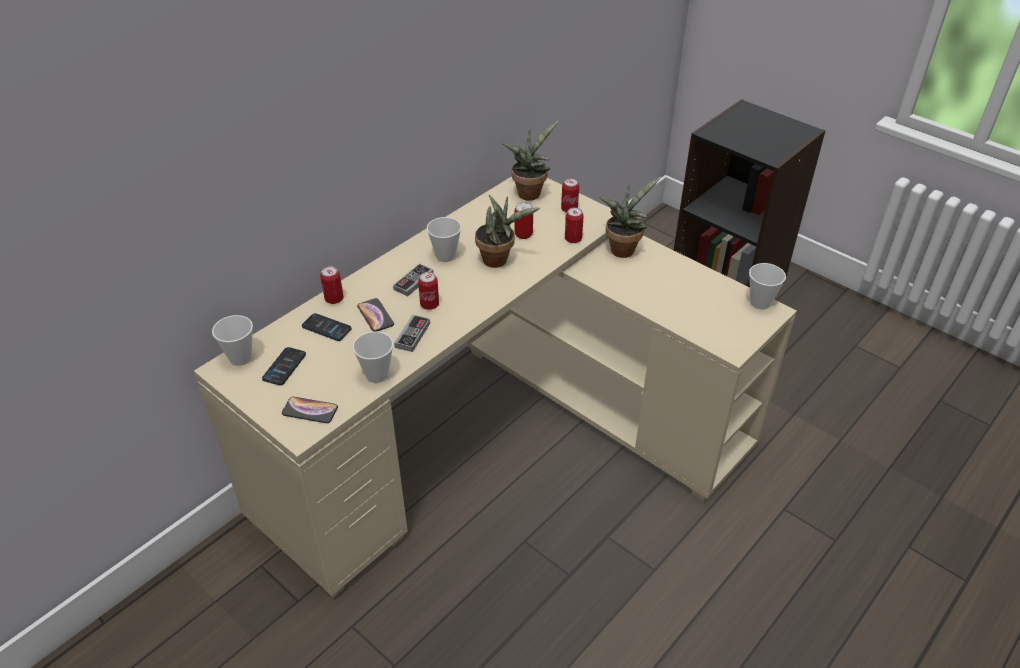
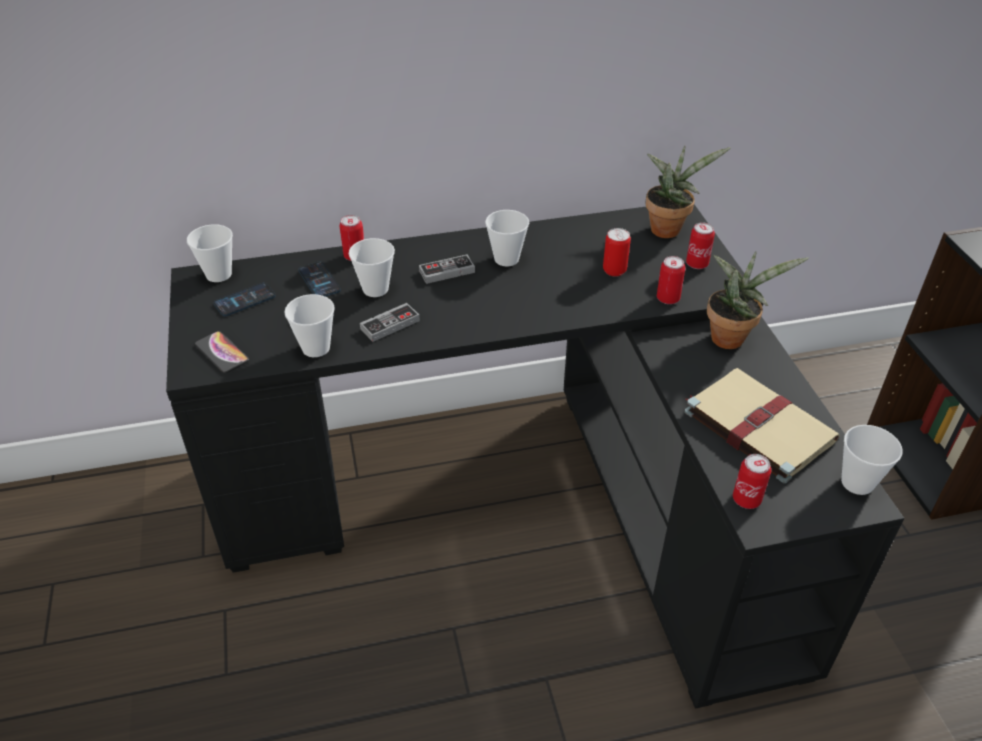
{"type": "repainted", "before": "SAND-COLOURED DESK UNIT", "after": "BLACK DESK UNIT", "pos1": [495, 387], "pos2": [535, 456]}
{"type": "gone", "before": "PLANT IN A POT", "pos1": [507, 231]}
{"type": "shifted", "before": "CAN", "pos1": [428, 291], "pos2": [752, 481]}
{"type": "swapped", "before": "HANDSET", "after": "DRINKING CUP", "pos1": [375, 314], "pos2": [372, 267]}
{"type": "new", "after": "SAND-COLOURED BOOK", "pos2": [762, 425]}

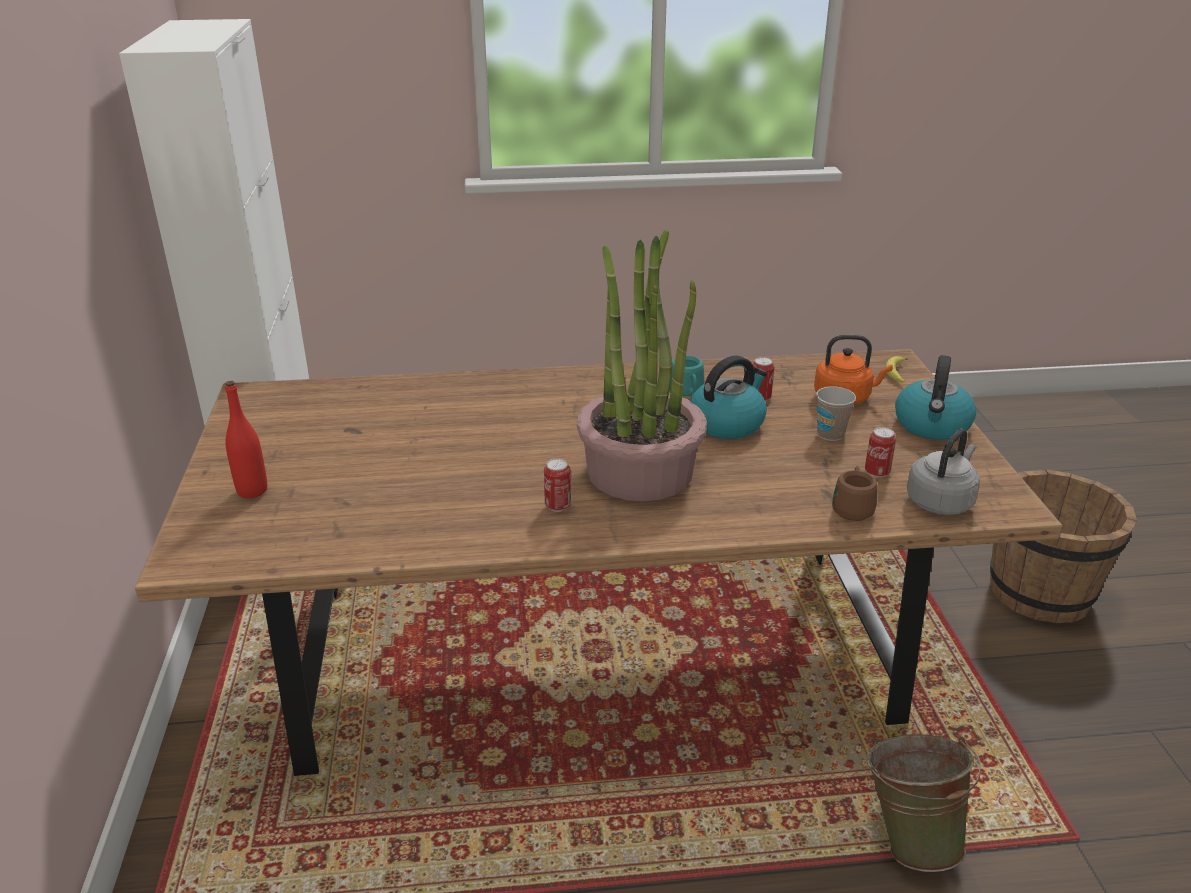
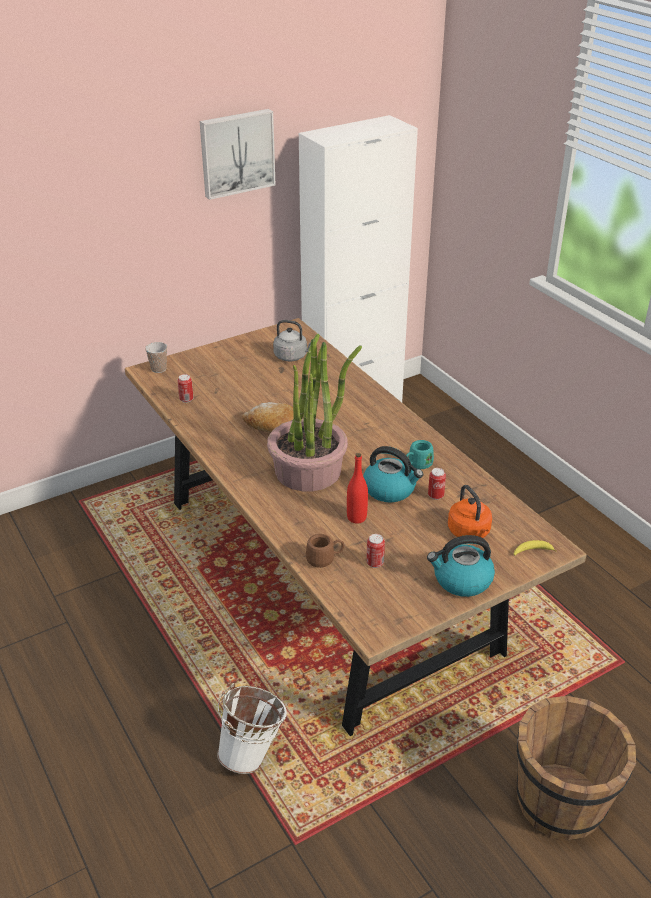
{"type": "shifted", "before": "REDDISH BOTTLE", "pos1": [246, 439], "pos2": [357, 488]}
{"type": "shifted", "before": "DRINKING CUP", "pos1": [836, 413], "pos2": [156, 357]}
{"type": "shifted", "before": "GREY TEA KETTLE", "pos1": [943, 471], "pos2": [292, 340]}
{"type": "shifted", "before": "CAN", "pos1": [557, 485], "pos2": [185, 388]}
{"type": "repainted", "before": "GREENISH BUCKET", "after": "WHITE BUCKET", "pos1": [923, 803], "pos2": [252, 728]}
{"type": "new", "after": "WALL PICTURE", "pos2": [238, 154]}
{"type": "new", "after": "BREAD", "pos2": [268, 417]}

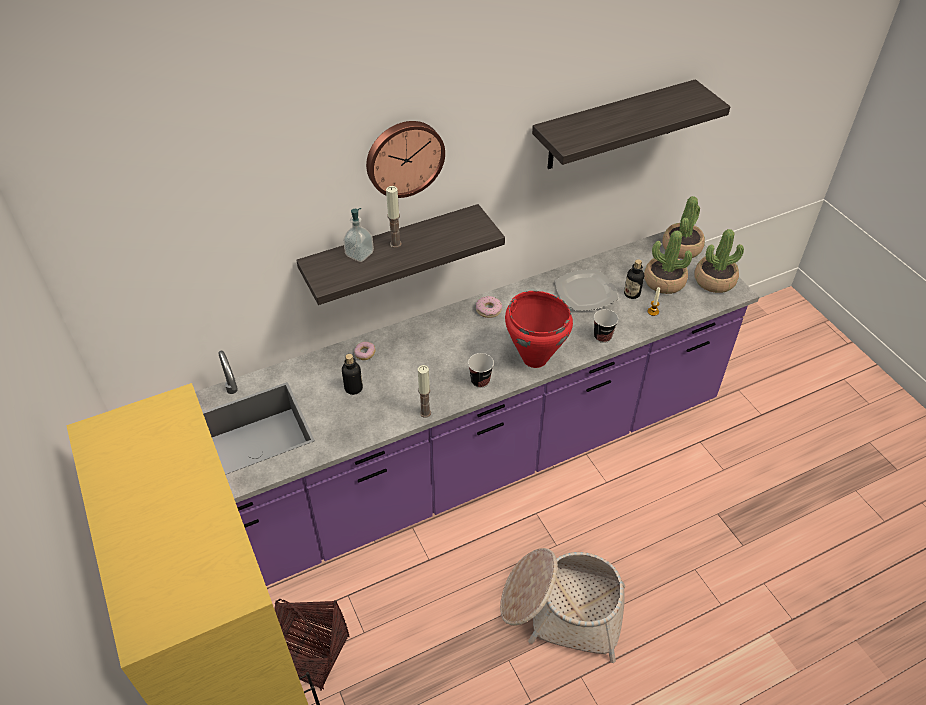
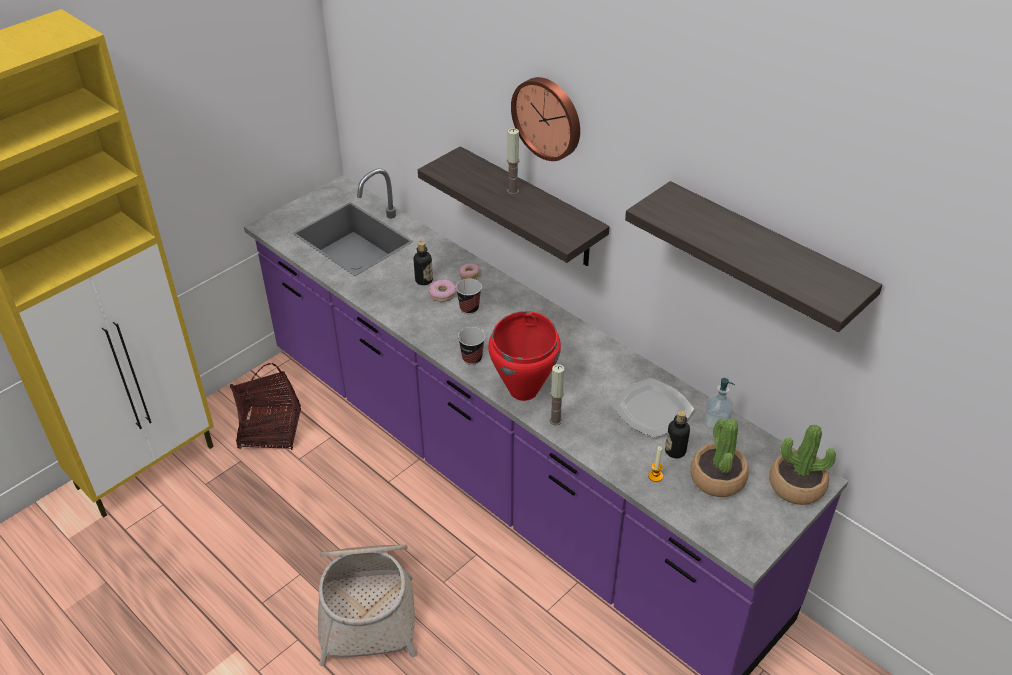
{"type": "shifted", "before": "LIQUID SOAP BOTTLE", "pos1": [358, 235], "pos2": [719, 403]}
{"type": "gone", "before": "PLANT IN A POT", "pos1": [719, 261]}
{"type": "shifted", "before": "DONUT", "pos1": [489, 307], "pos2": [442, 290]}
{"type": "shifted", "before": "DRINKING CUP", "pos1": [606, 326], "pos2": [469, 296]}
{"type": "shifted", "before": "WAX CANDLE", "pos1": [424, 391], "pos2": [557, 394]}

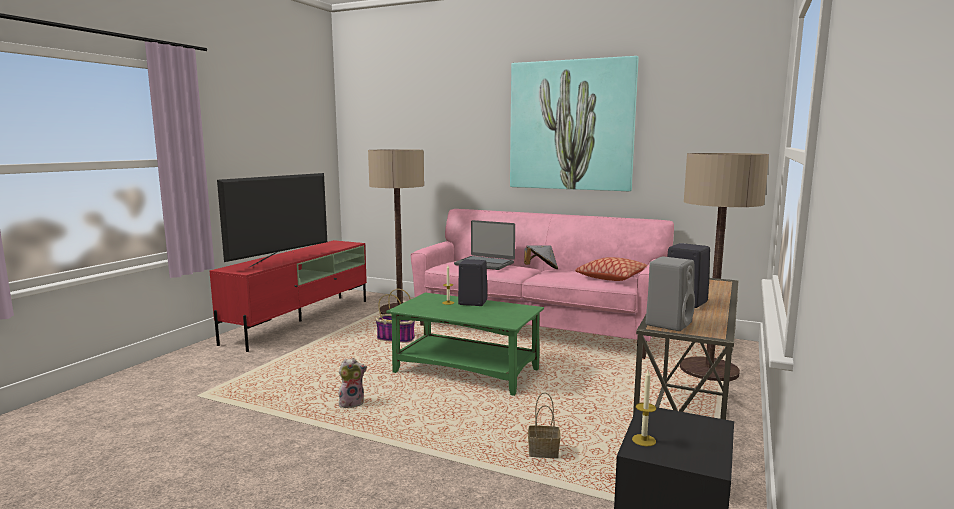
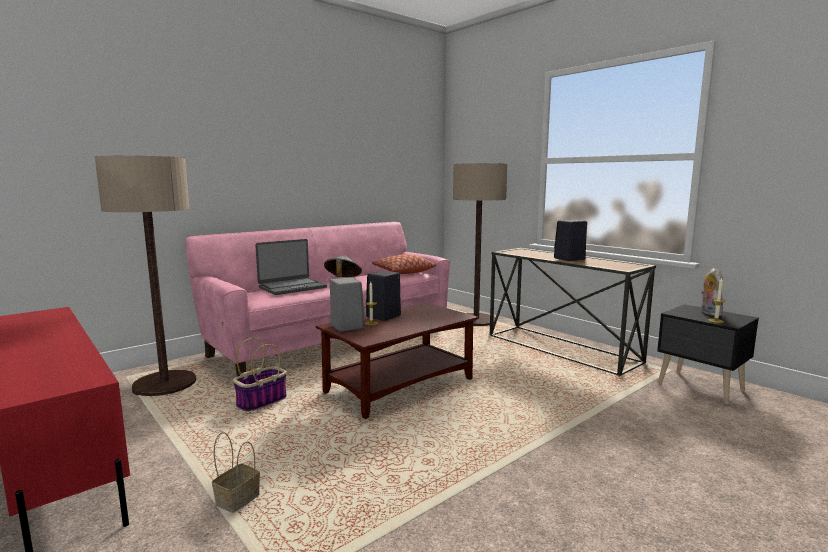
{"type": "gone", "before": "WALL PICTURE", "pos1": [574, 123]}
{"type": "gone", "before": "TV", "pos1": [272, 220]}
{"type": "shifted", "before": "GREY SPEAKER", "pos1": [670, 293], "pos2": [347, 304]}
{"type": "repainted", "before": "GREENISH LOW TABLE", "after": "BROWN-COLOURED LOW TABLE", "pos1": [465, 344], "pos2": [397, 360]}
{"type": "shifted", "before": "SOFT TOY", "pos1": [352, 383], "pos2": [712, 292]}
{"type": "shifted", "before": "STORAGE BASKET", "pos1": [544, 425], "pos2": [236, 472]}

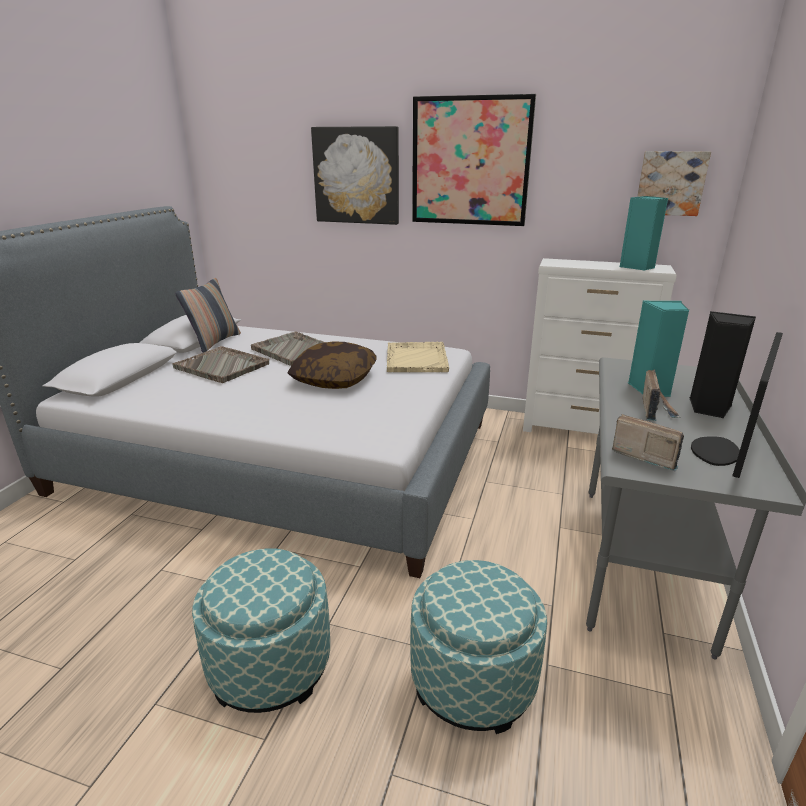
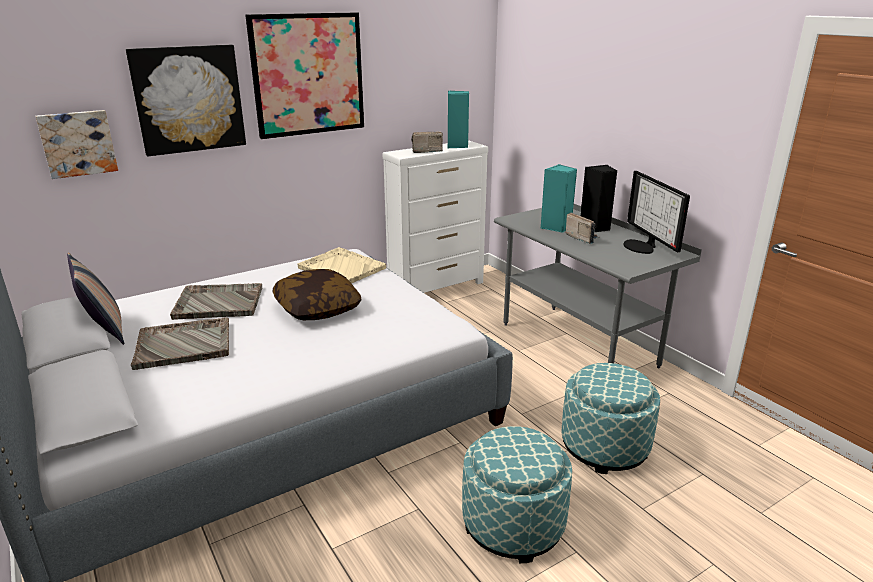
{"type": "shifted", "before": "WALL PICTURE", "pos1": [674, 183], "pos2": [76, 144]}
{"type": "shifted", "before": "RADIO SET", "pos1": [648, 442], "pos2": [427, 142]}

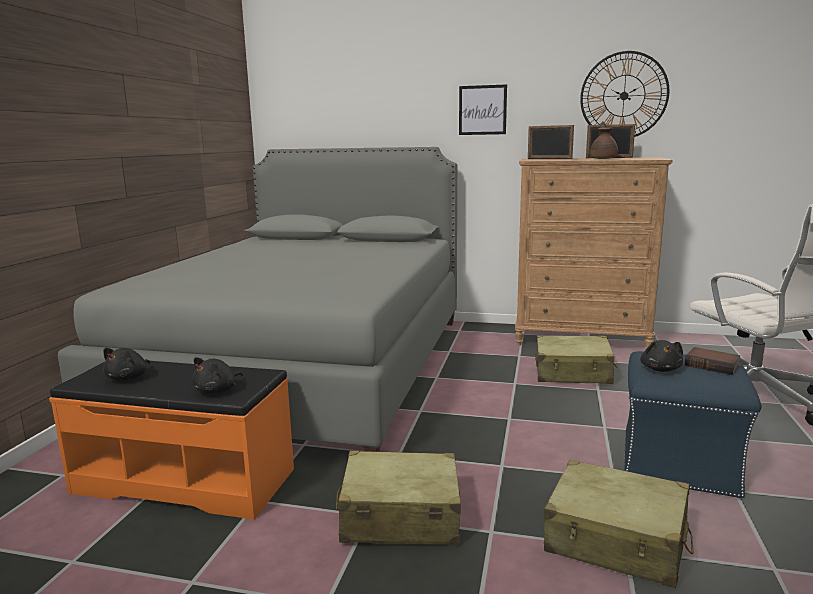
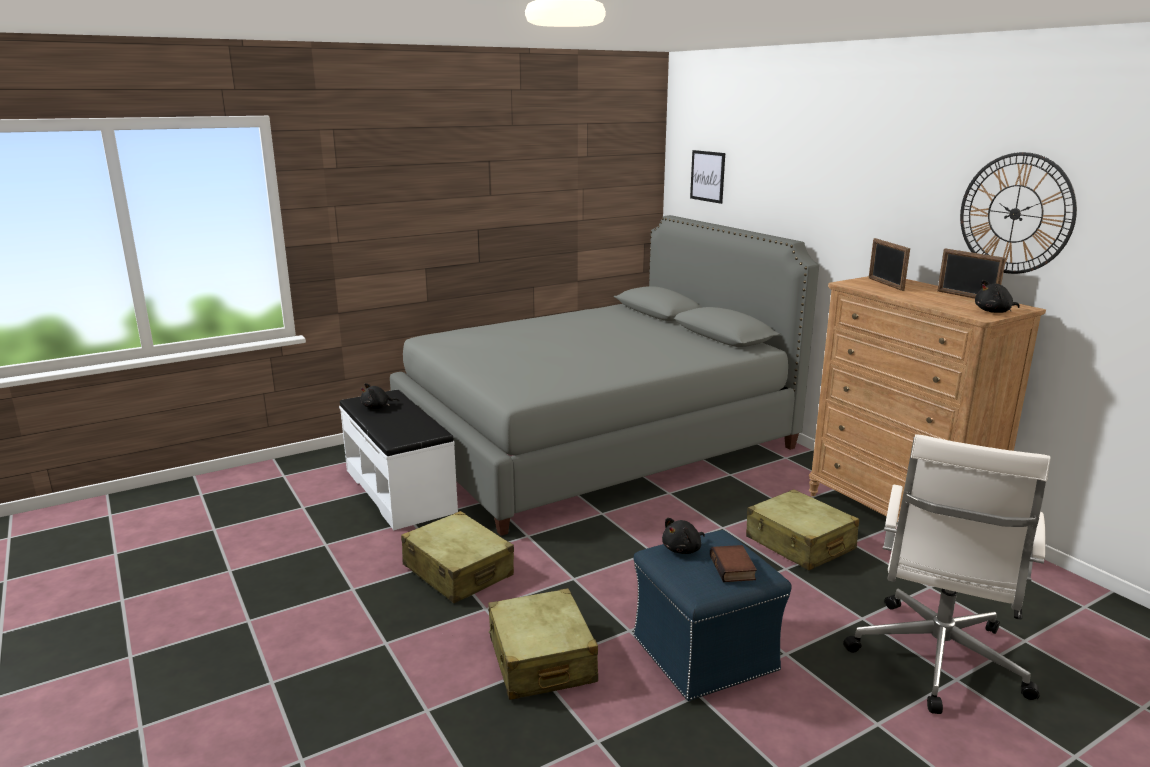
{"type": "shifted", "before": "WALL PICTURE", "pos1": [483, 109], "pos2": [707, 177]}
{"type": "gone", "before": "BROWN-COLOURED TEAPOT", "pos1": [604, 140]}
{"type": "shifted", "before": "BLACK SOFT TOY", "pos1": [217, 375], "pos2": [997, 296]}
{"type": "repainted", "before": "ORANGE INDOOR BENCH", "after": "WHITE INDOOR BENCH", "pos1": [171, 440], "pos2": [398, 460]}

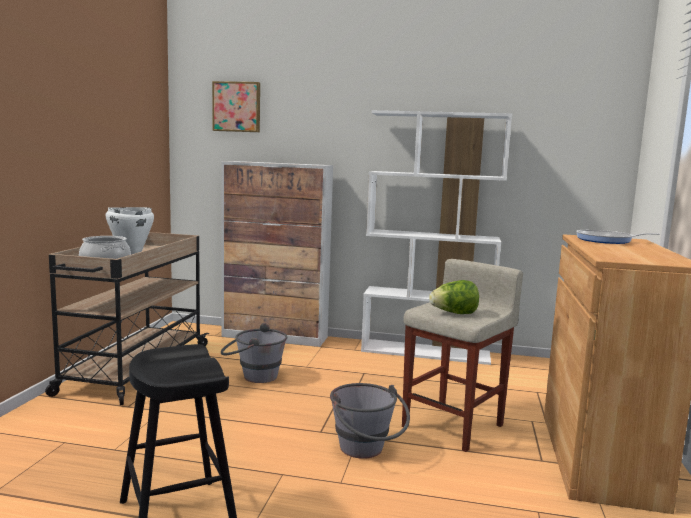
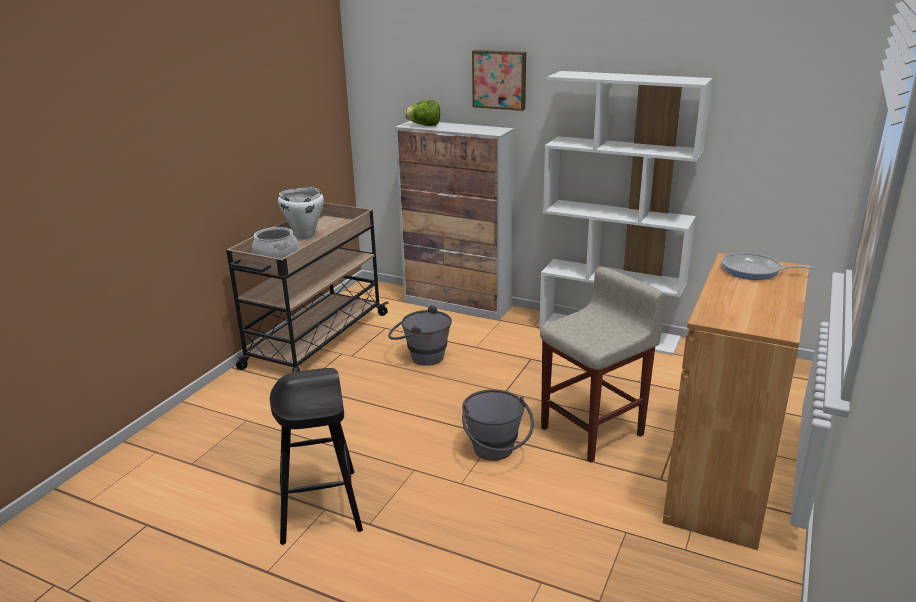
{"type": "shifted", "before": "WALL PICTURE", "pos1": [236, 106], "pos2": [499, 80]}
{"type": "shifted", "before": "HEAD OF LETTUCE", "pos1": [454, 297], "pos2": [422, 113]}

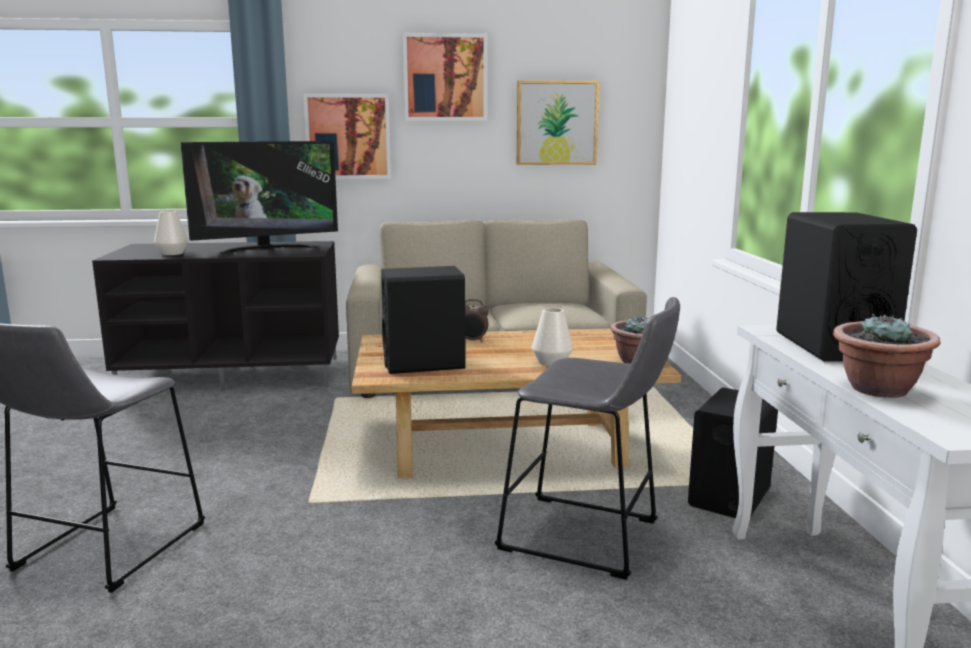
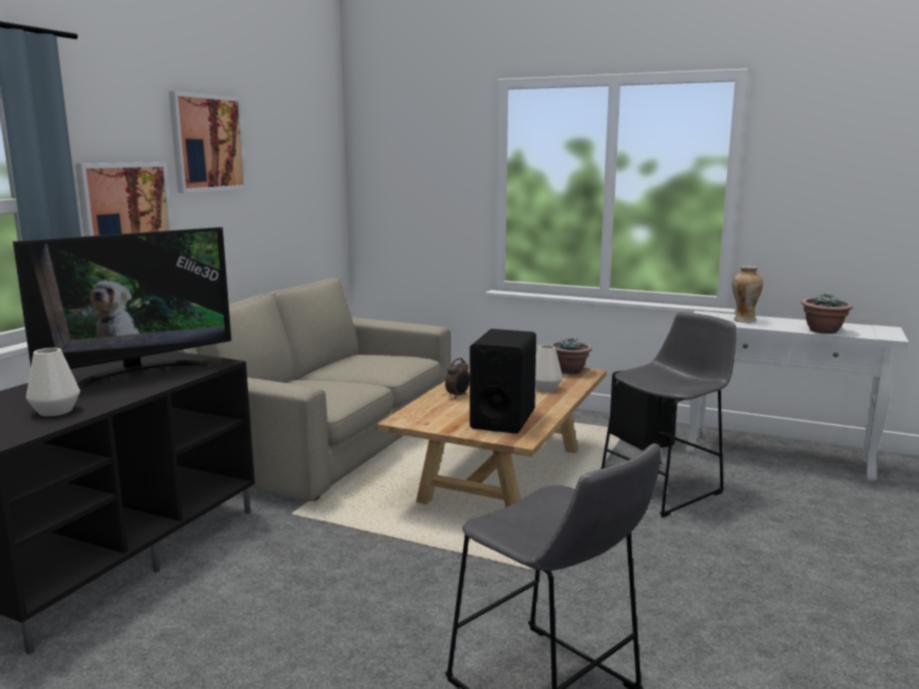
{"type": "gone", "before": "WALL PICTURE", "pos1": [558, 122]}
{"type": "rotated", "before": "TV", "pos1": [259, 198], "pos2": [122, 309], "turn": 45}
{"type": "swapped", "before": "BLACK SPEAKER", "after": "DECORATIVE VASE", "pos1": [846, 287], "pos2": [747, 294]}

